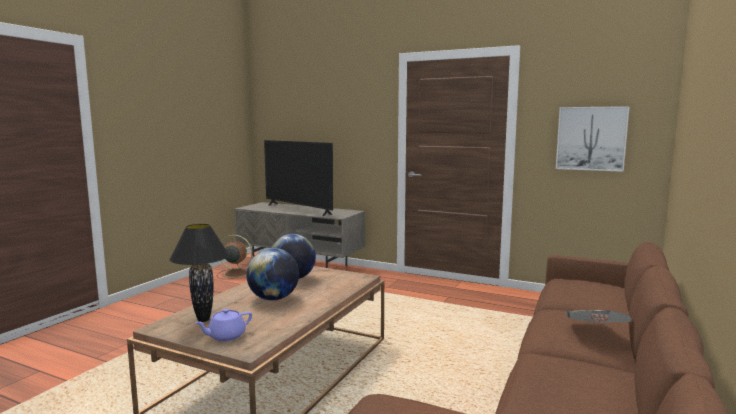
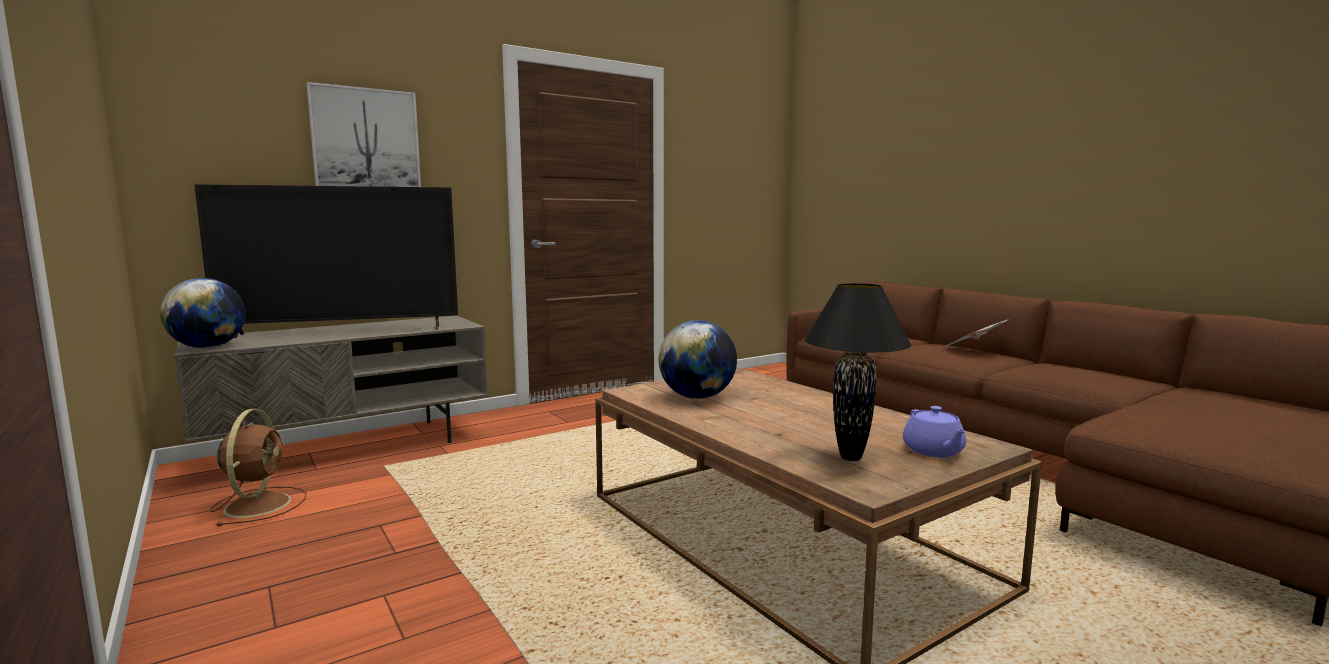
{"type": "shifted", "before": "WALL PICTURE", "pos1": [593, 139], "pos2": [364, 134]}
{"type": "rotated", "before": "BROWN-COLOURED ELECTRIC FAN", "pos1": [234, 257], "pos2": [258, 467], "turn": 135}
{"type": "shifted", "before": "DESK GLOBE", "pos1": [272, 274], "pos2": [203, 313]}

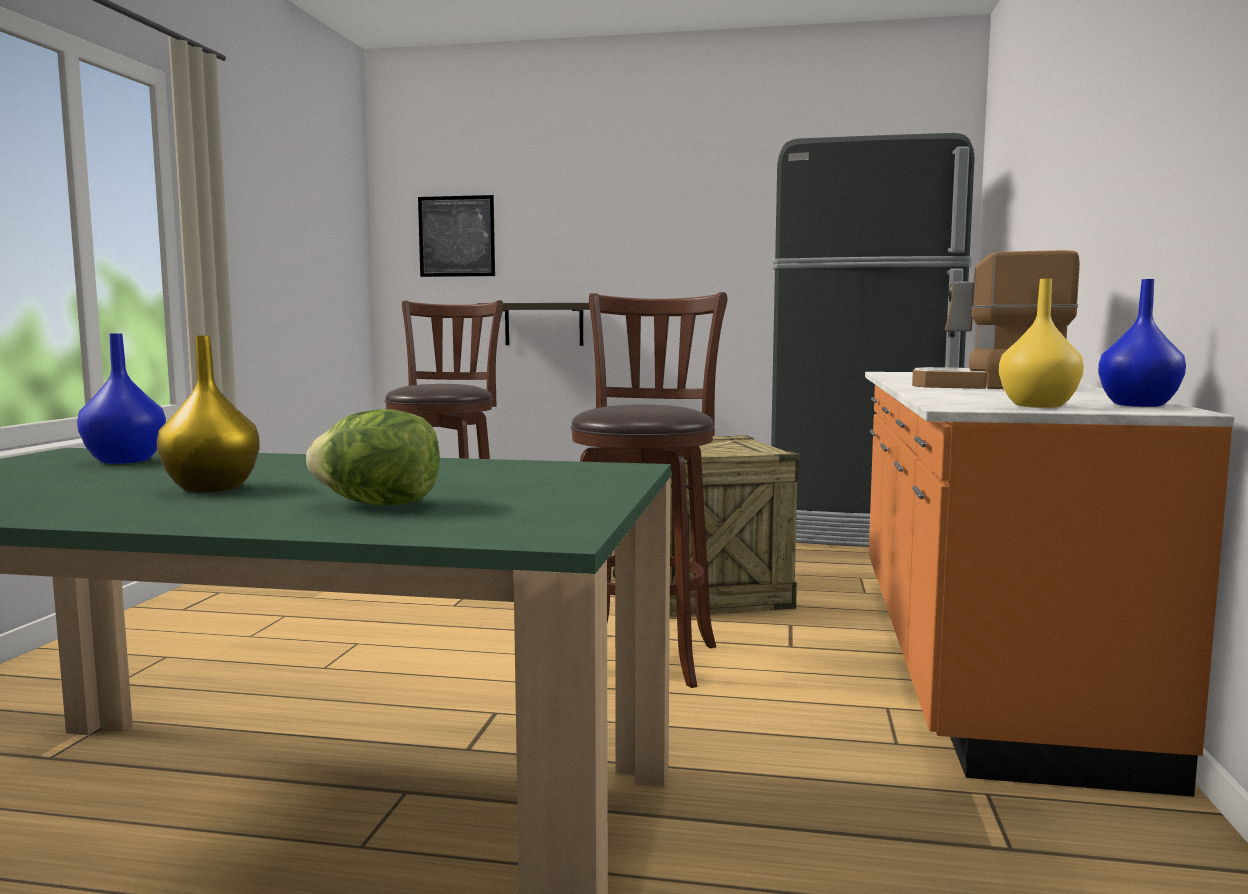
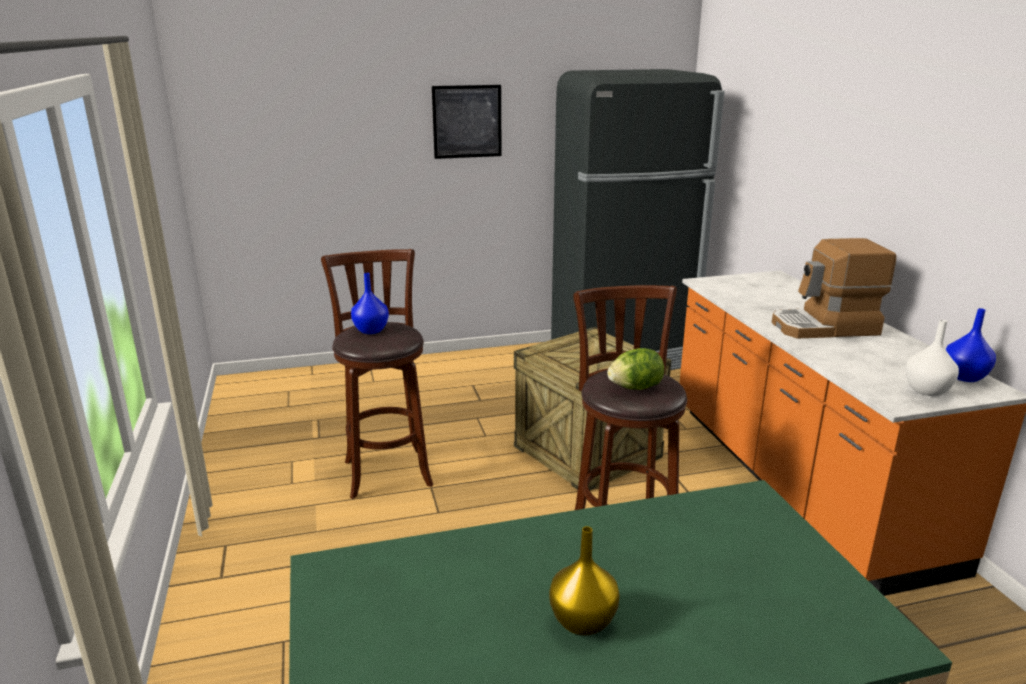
{"type": "shifted", "before": "WALL PICTURE", "pos1": [456, 236], "pos2": [467, 122]}
{"type": "repainted", "before": "YELLOW DECORATIVE VASE", "after": "WHITE DECORATIVE VASE", "pos1": [1041, 343], "pos2": [932, 358]}
{"type": "gone", "before": "SHELF", "pos1": [533, 324]}
{"type": "shifted", "before": "BLUISH DECORATIVE VASE", "pos1": [121, 398], "pos2": [370, 303]}
{"type": "shifted", "before": "HEAD OF LETTUCE", "pos1": [373, 457], "pos2": [635, 369]}

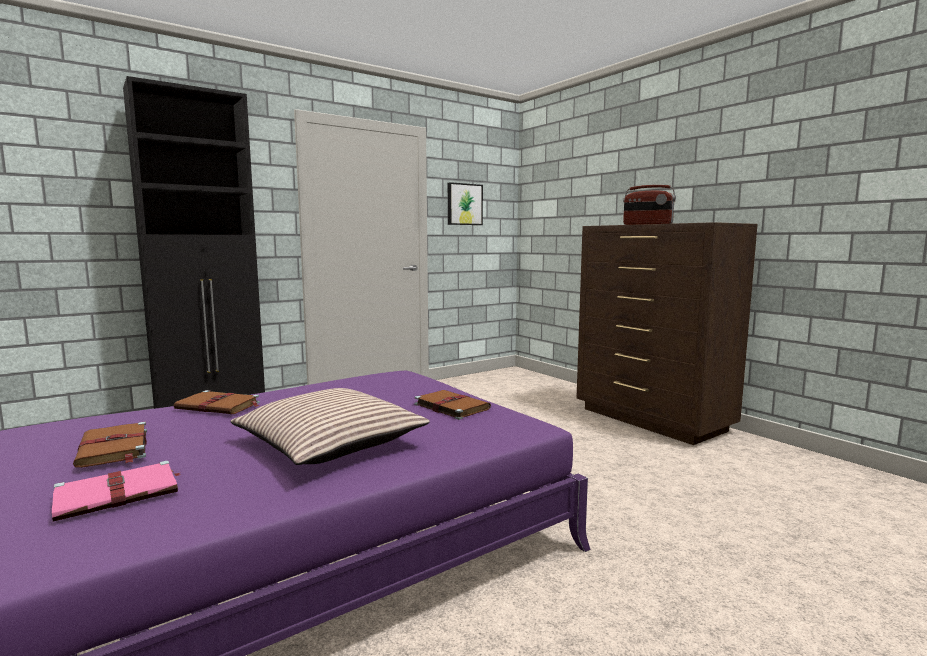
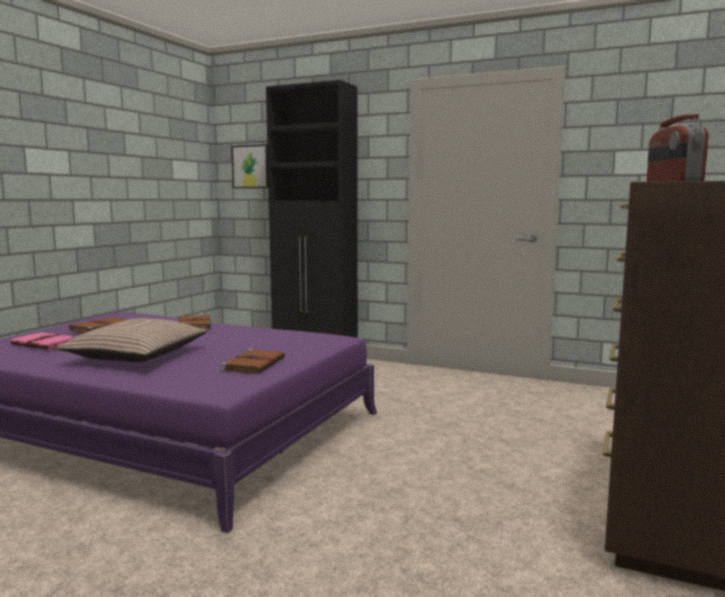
{"type": "shifted", "before": "WALL PICTURE", "pos1": [465, 203], "pos2": [249, 166]}

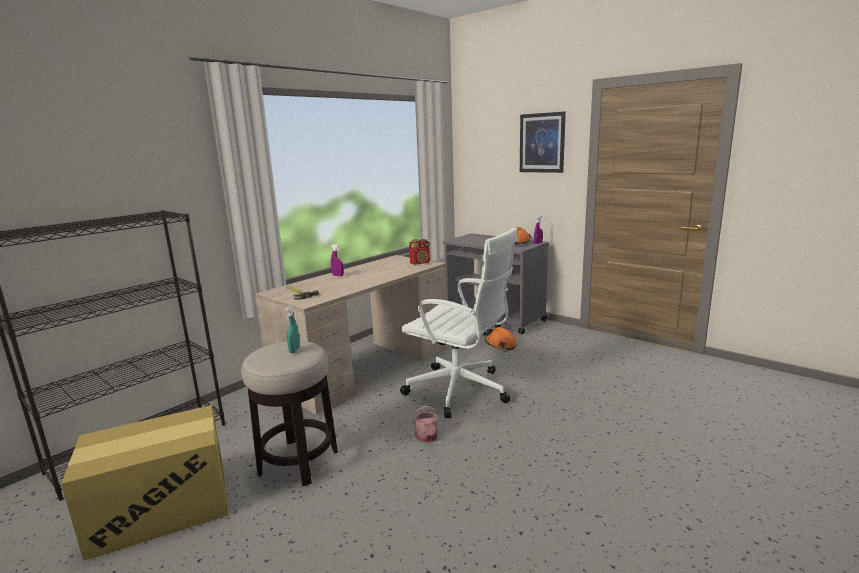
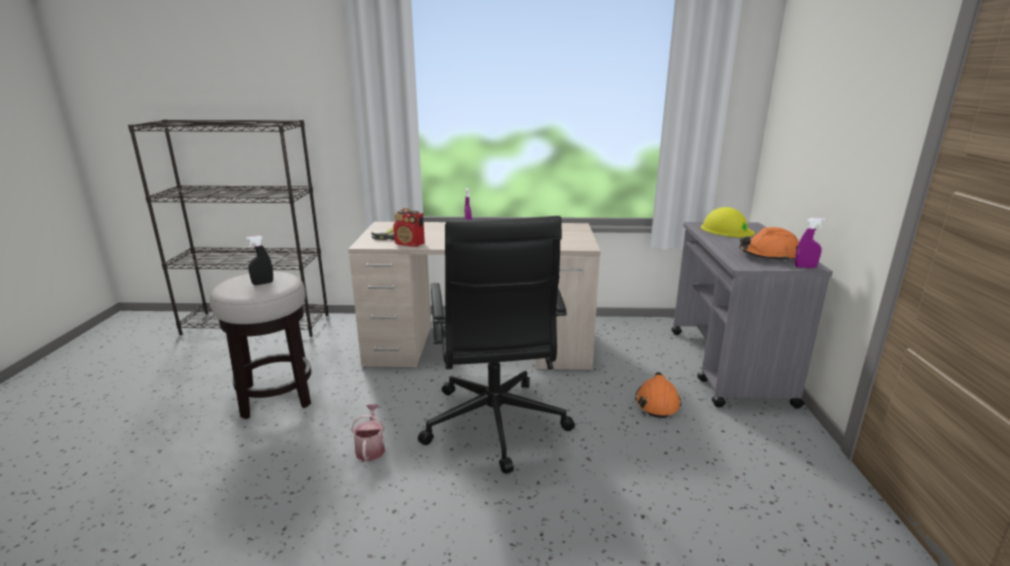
{"type": "gone", "before": "WALL PICTURE", "pos1": [543, 142]}
{"type": "repainted", "before": "WHITE DESK CHAIR", "after": "BLACK DESK CHAIR", "pos1": [459, 322], "pos2": [496, 345]}
{"type": "shifted", "before": "RADIO SET", "pos1": [419, 252], "pos2": [409, 227]}
{"type": "repainted", "before": "TURQUOISE HAND SPRAYER", "after": "BLACK HAND SPRAYER", "pos1": [293, 329], "pos2": [259, 260]}
{"type": "gone", "before": "CARTON", "pos1": [144, 483]}
{"type": "rotated", "before": "SPRINKLING CAN", "pos1": [425, 424], "pos2": [368, 432], "turn": 135}
{"type": "new", "after": "YELLOW SAFETY HELMET", "pos2": [728, 222]}

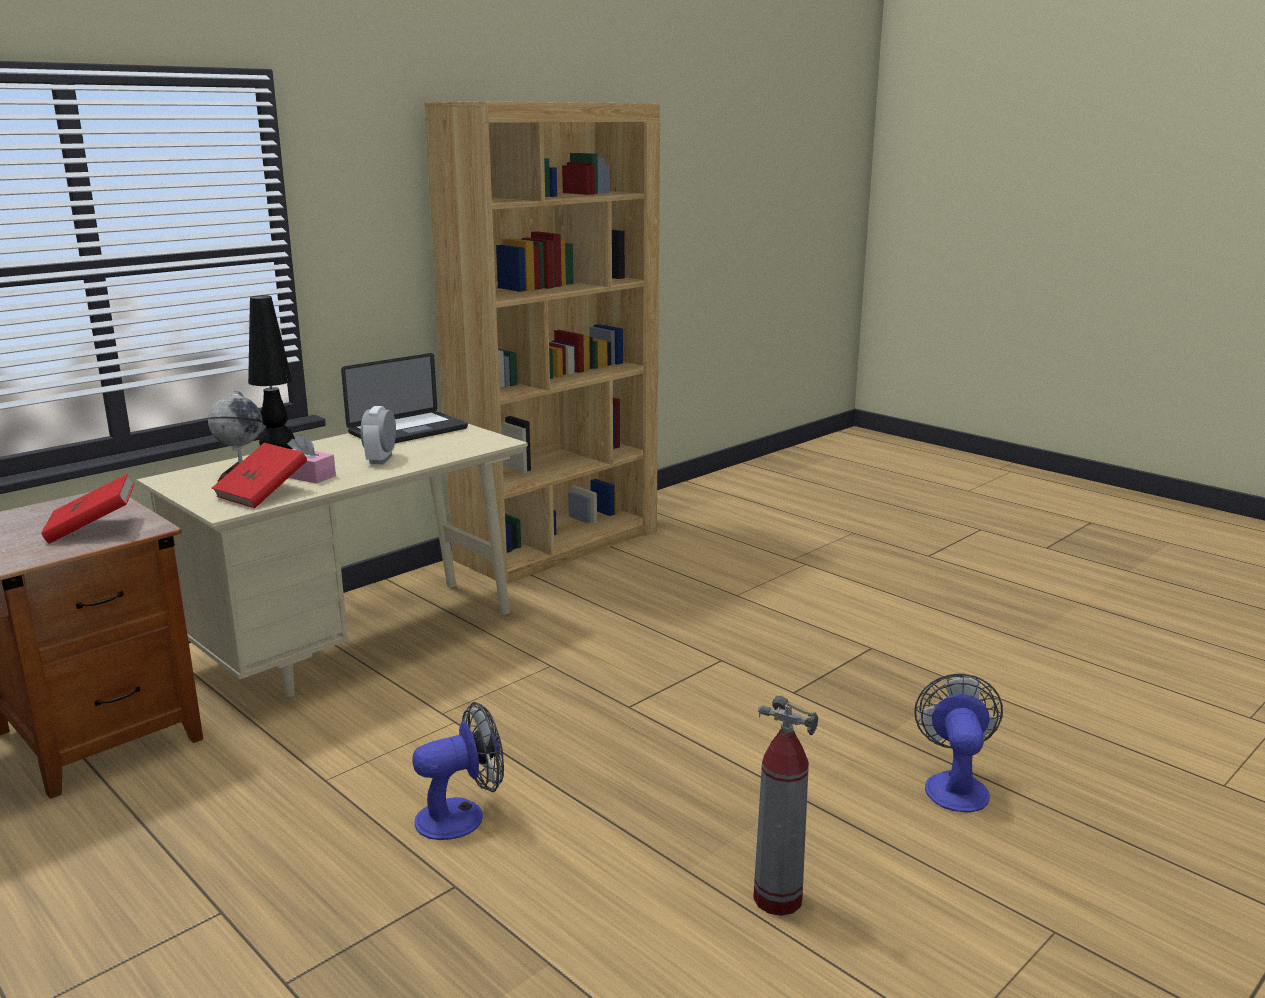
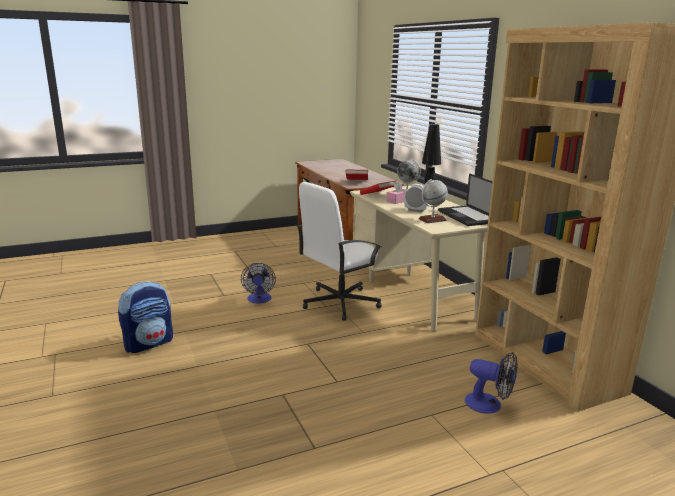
{"type": "shifted", "before": "ELECTRIC FAN", "pos1": [959, 743], "pos2": [491, 383]}
{"type": "swapped", "before": "FIRE EXTINGUISHER", "after": "RUCKSACK", "pos1": [785, 806], "pos2": [145, 317]}
{"type": "new", "after": "DESK GLOBE", "pos2": [433, 201]}
{"type": "new", "after": "WHITE DESK CHAIR", "pos2": [339, 251]}

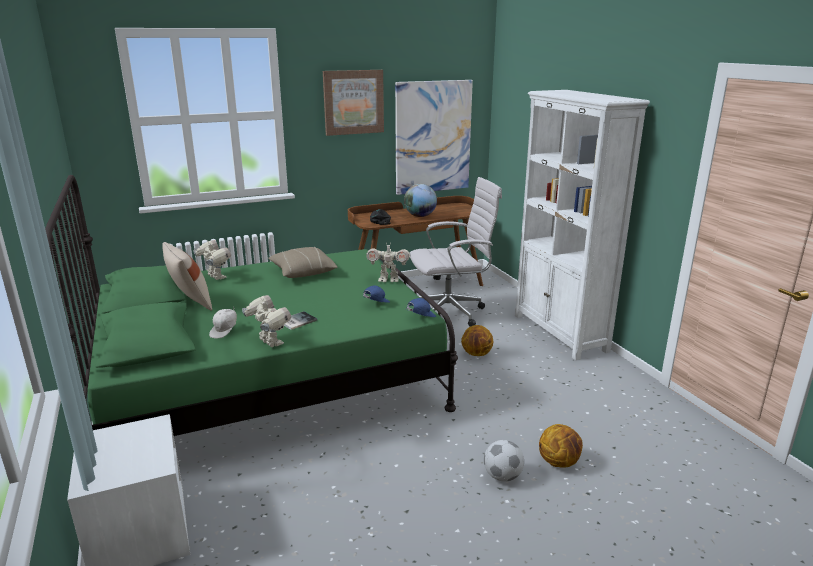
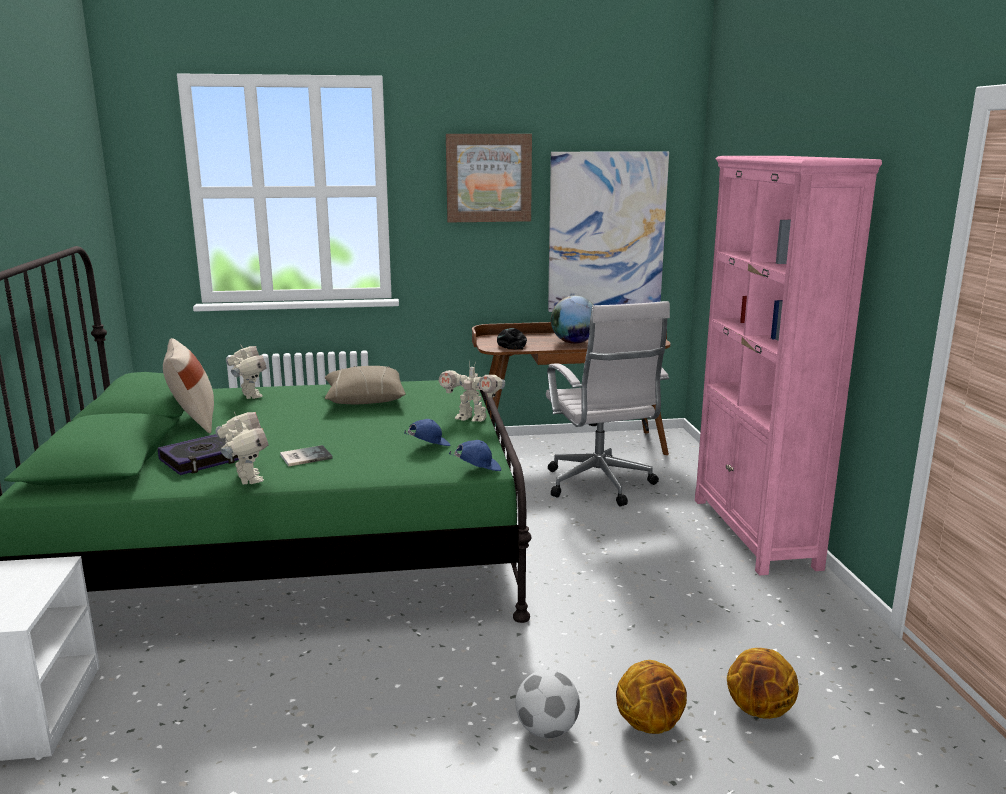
{"type": "repainted", "before": "WHITE BOOKCASE", "after": "PINK BOOKCASE", "pos1": [582, 225], "pos2": [788, 365]}
{"type": "rotated", "before": "WHITE DESK CHAIR", "pos1": [456, 252], "pos2": [608, 404], "turn": 75}
{"type": "swapped", "before": "WHITE BASEBALL CAP", "after": "BOOK", "pos1": [223, 323], "pos2": [198, 454]}
{"type": "shifted", "before": "BASKETBALL", "pos1": [477, 340], "pos2": [763, 683]}

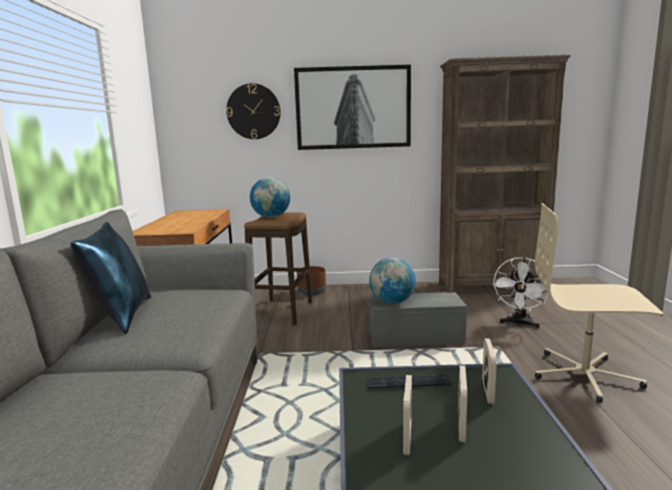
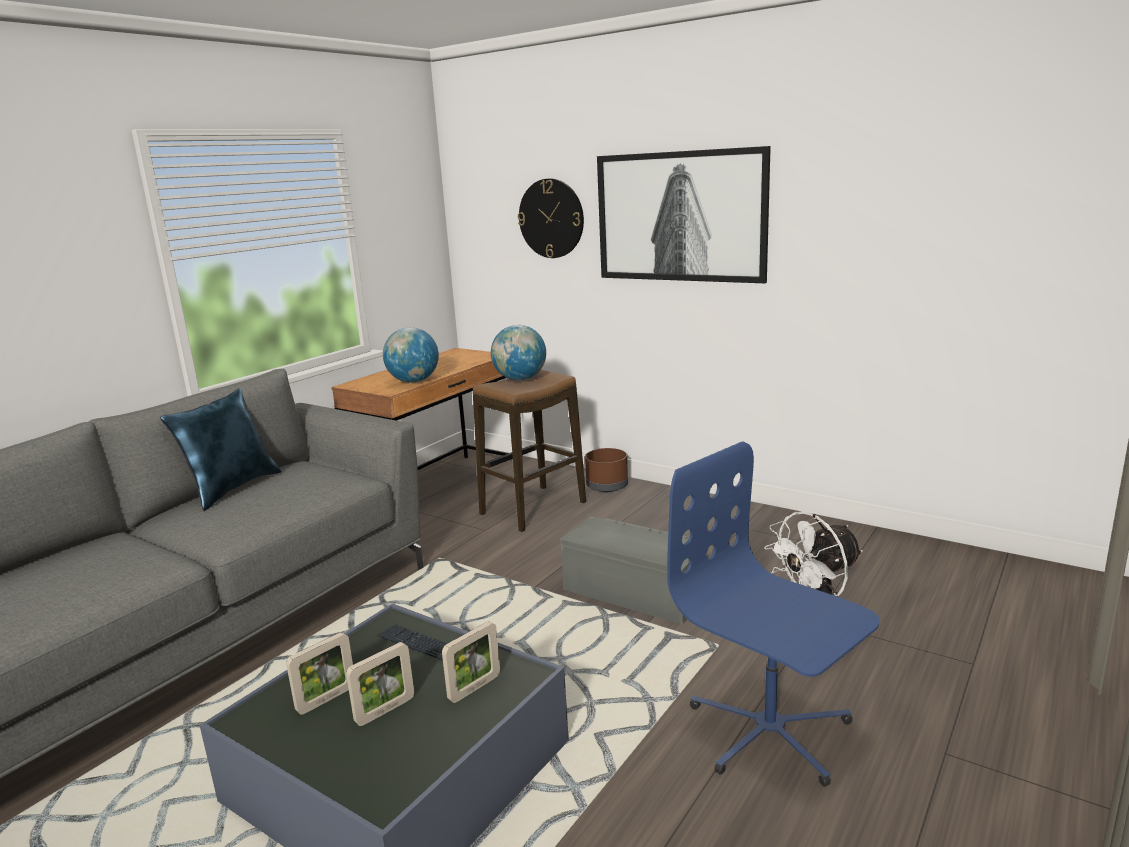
{"type": "gone", "before": "BROWN-COLOURED BOOKCASE", "pos1": [505, 173]}
{"type": "repainted", "before": "SAND-COLOURED DESK CHAIR", "after": "BLUISH DESK CHAIR", "pos1": [599, 303], "pos2": [773, 614]}
{"type": "shifted", "before": "DESK GLOBE", "pos1": [392, 281], "pos2": [411, 355]}

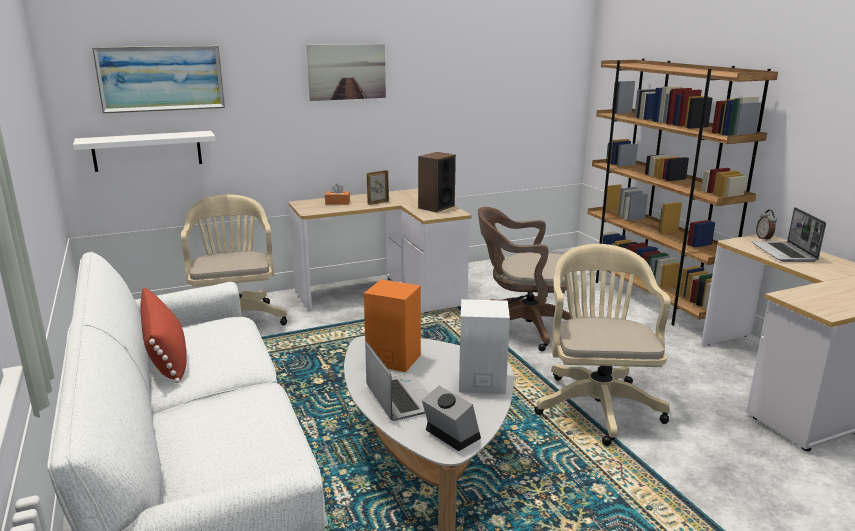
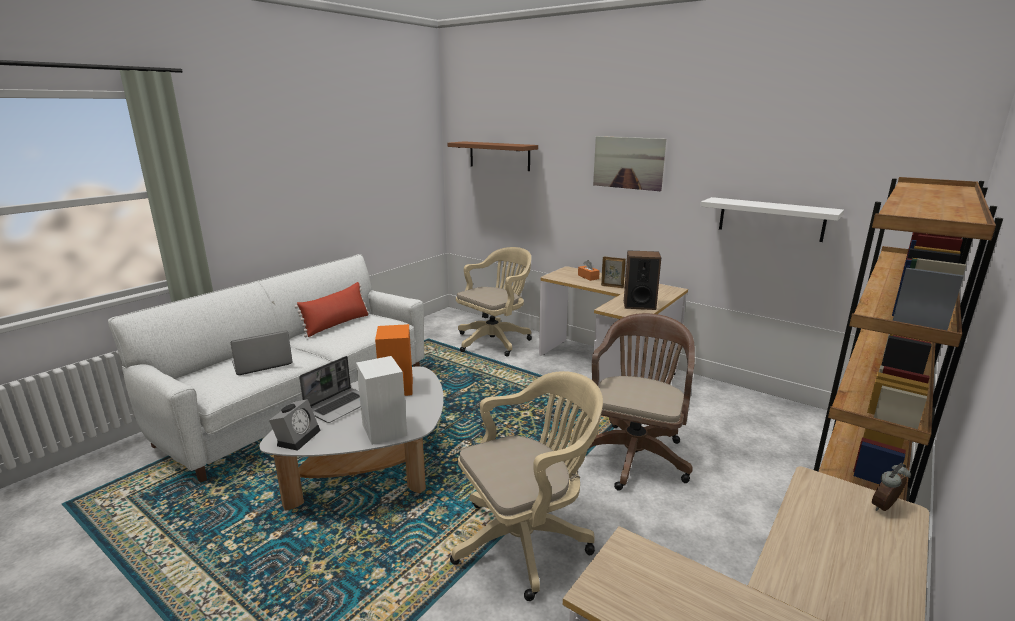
{"type": "swapped", "before": "WALL PICTURE", "after": "BROWN-COLOURED SHELF", "pos1": [158, 79], "pos2": [492, 156]}
{"type": "shifted", "before": "WHITE SHELF", "pos1": [144, 151], "pos2": [772, 219]}
{"type": "rotated", "before": "BROWN-COLOURED DESK CHAIR", "pos1": [524, 279], "pos2": [641, 401], "turn": 45}
{"type": "shifted", "before": "NOTEBOOK COMPUTER", "pos1": [789, 234], "pos2": [261, 353]}

